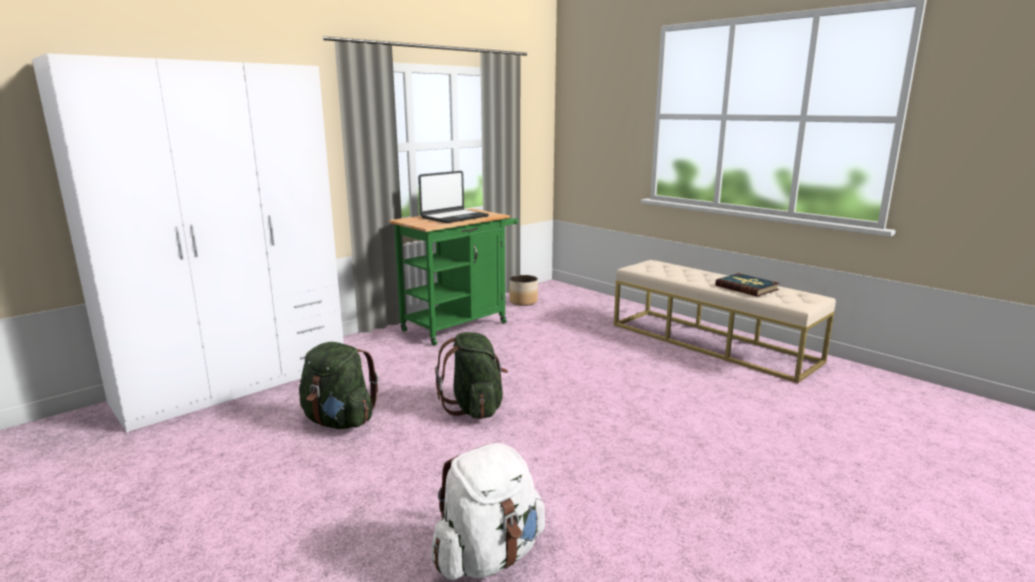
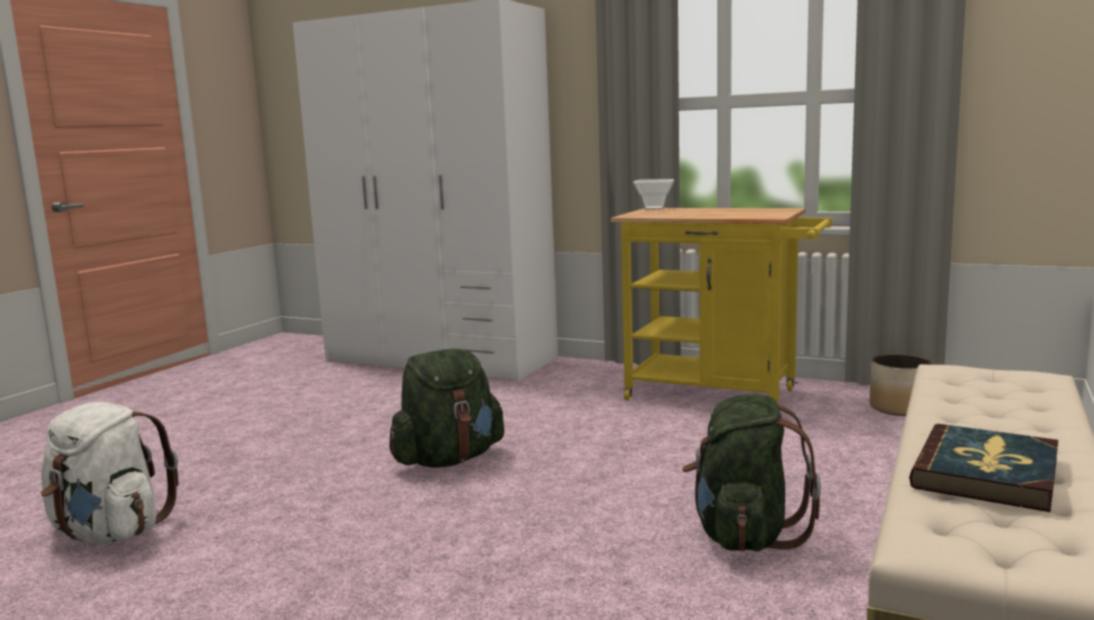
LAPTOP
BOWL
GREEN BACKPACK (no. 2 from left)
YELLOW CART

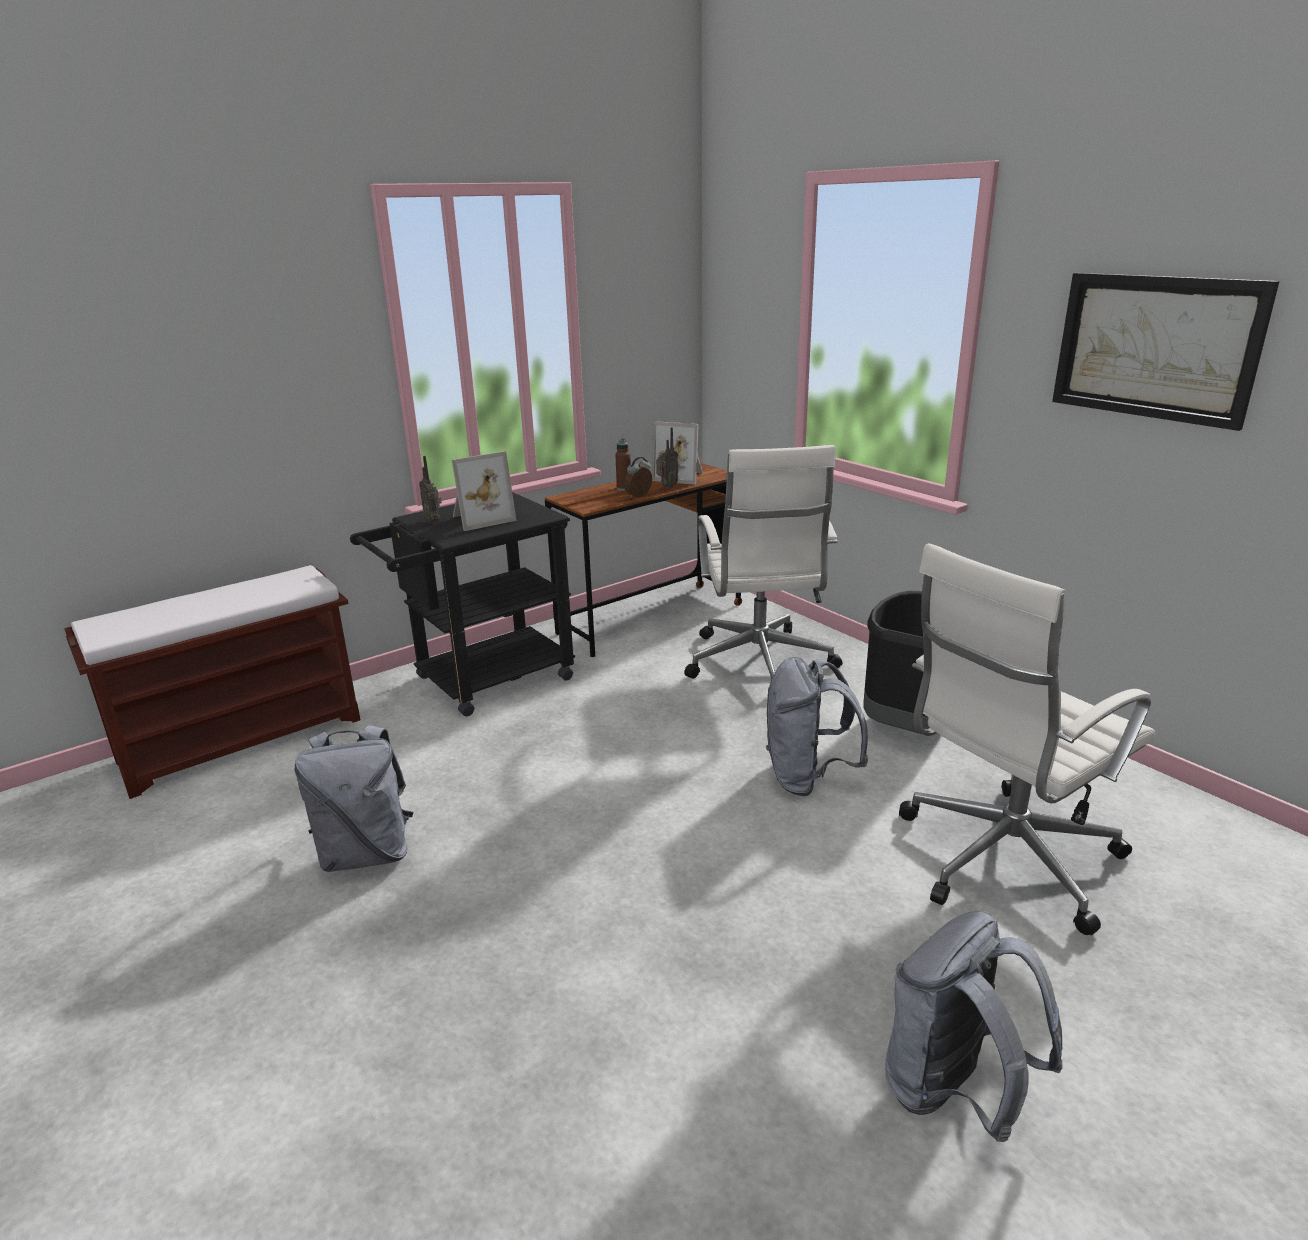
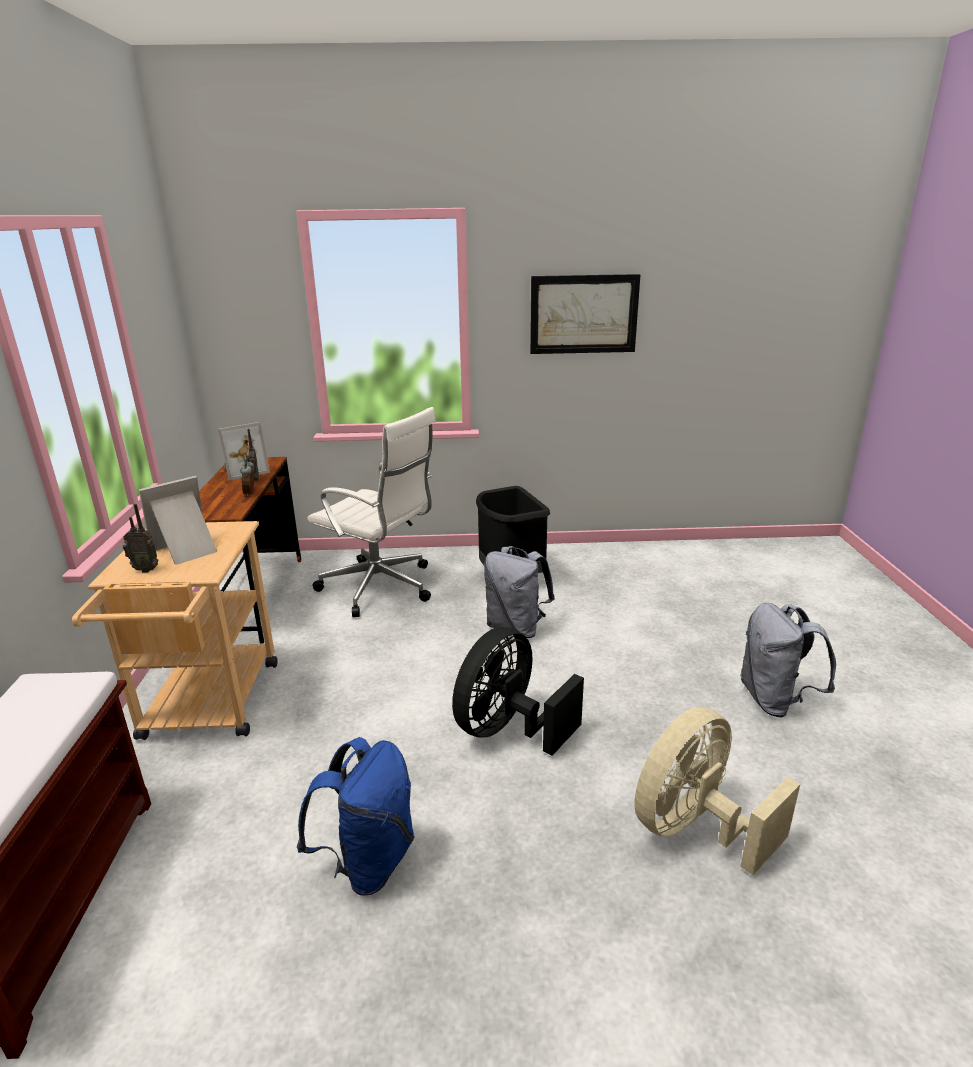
BROWN BOTTLE
WHITE OFFICE CHAIR (no. 2 from left in the first image)
BLACK FAN
BEIGE FAN
BLUE BACKPACK
BEIGE CART
PICTURE FRAME (no. 1 from left)

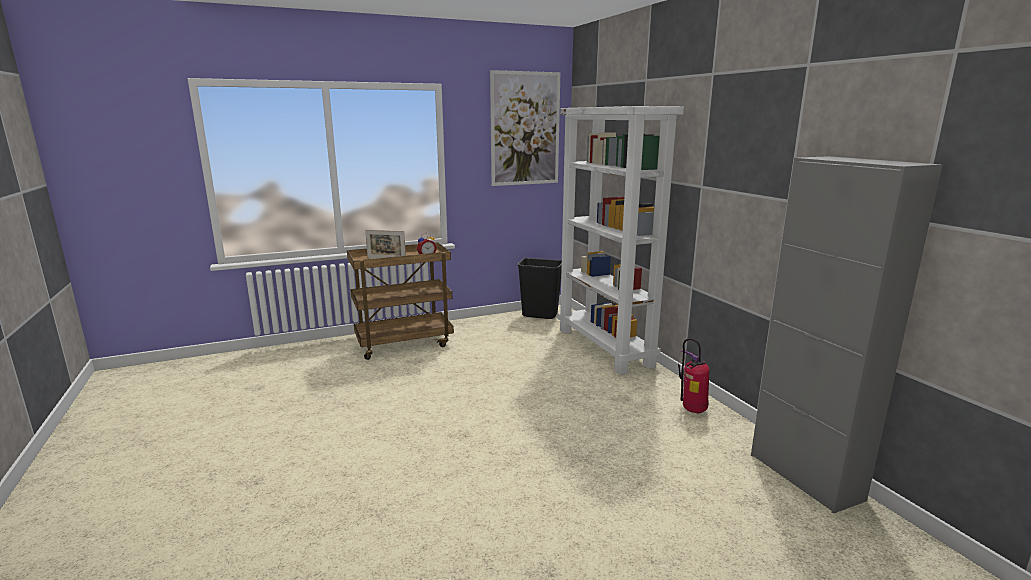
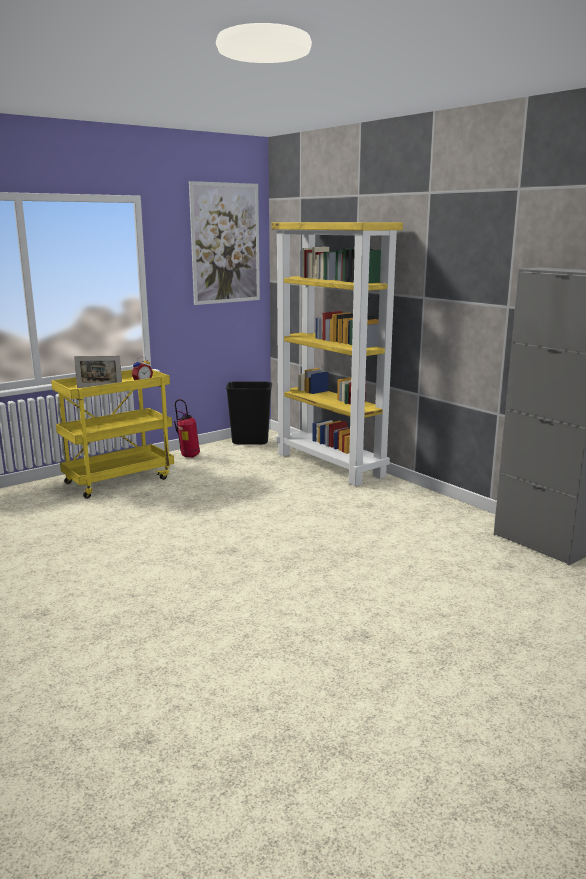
FIRE EXTINGUISHER
YELLOW CART
YELLOW BOOKCASE

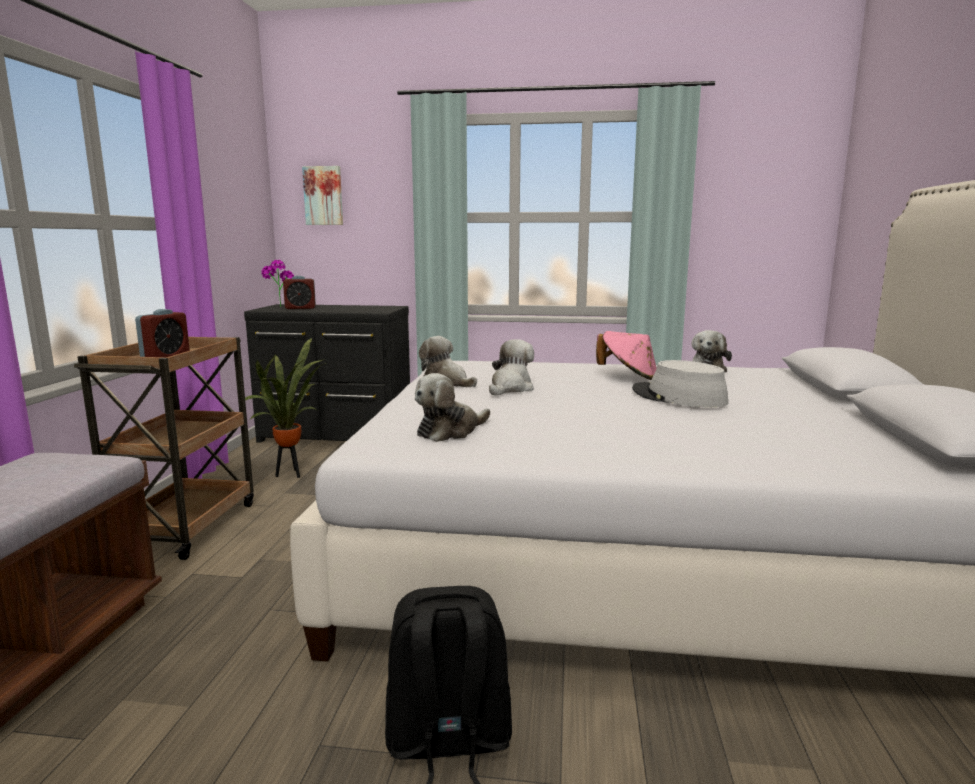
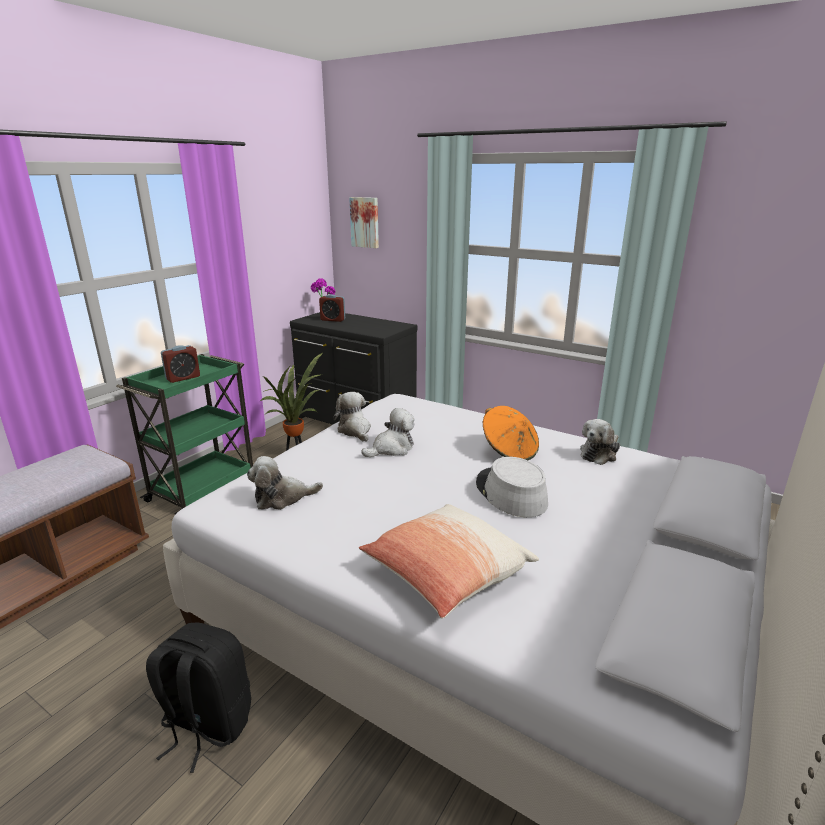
PILLOW
GREEN CART
ORANGE HAT

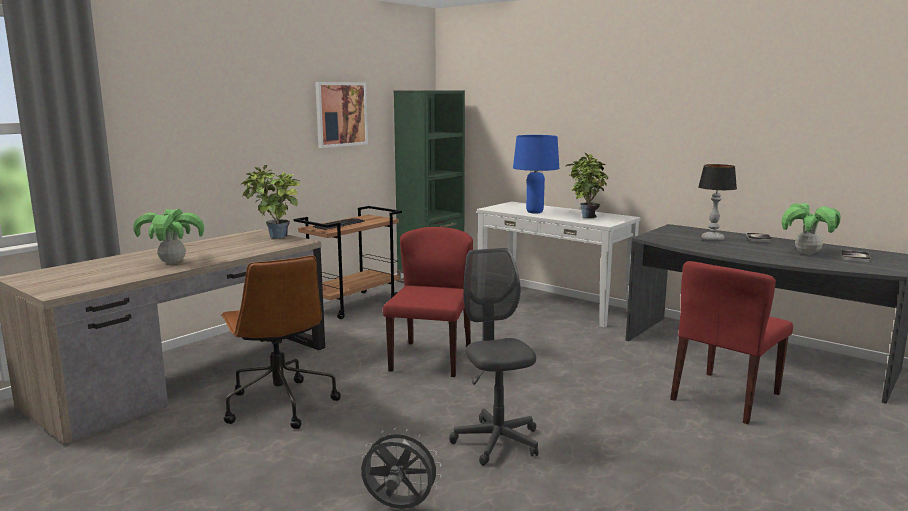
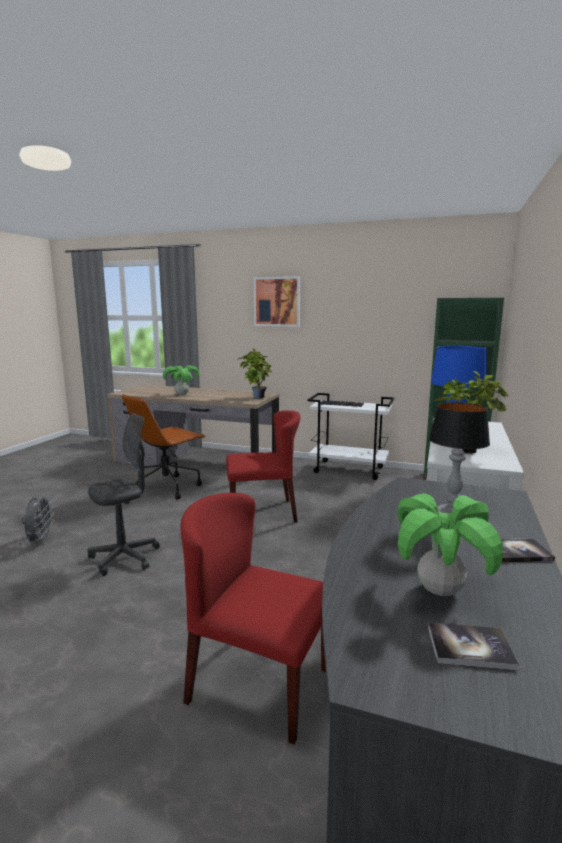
PICTURE
WHITE CART

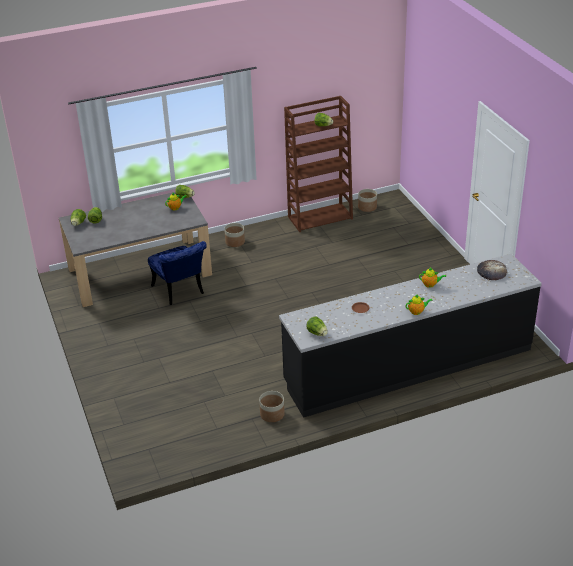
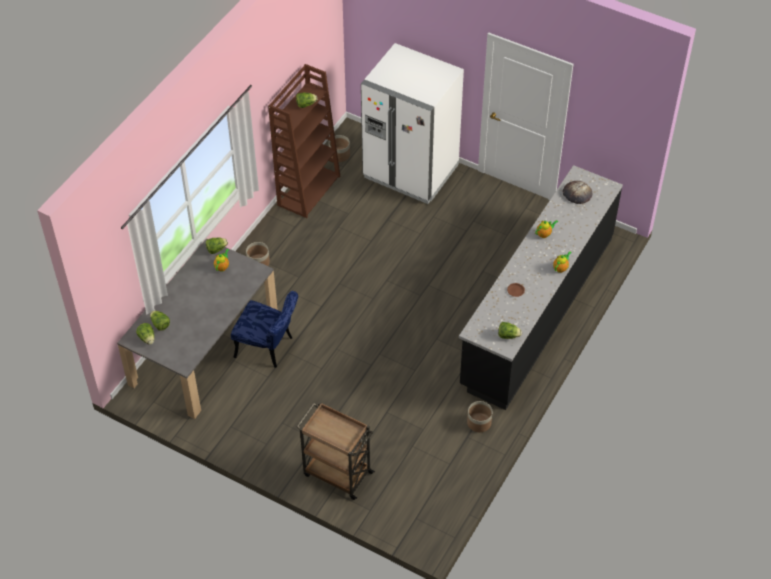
BROWN CART
WHITE FRIDGE

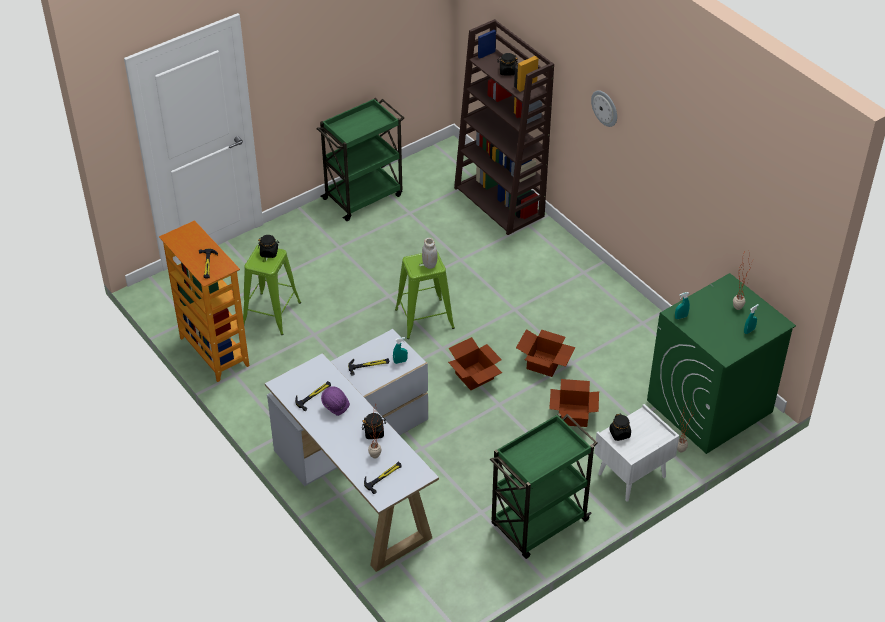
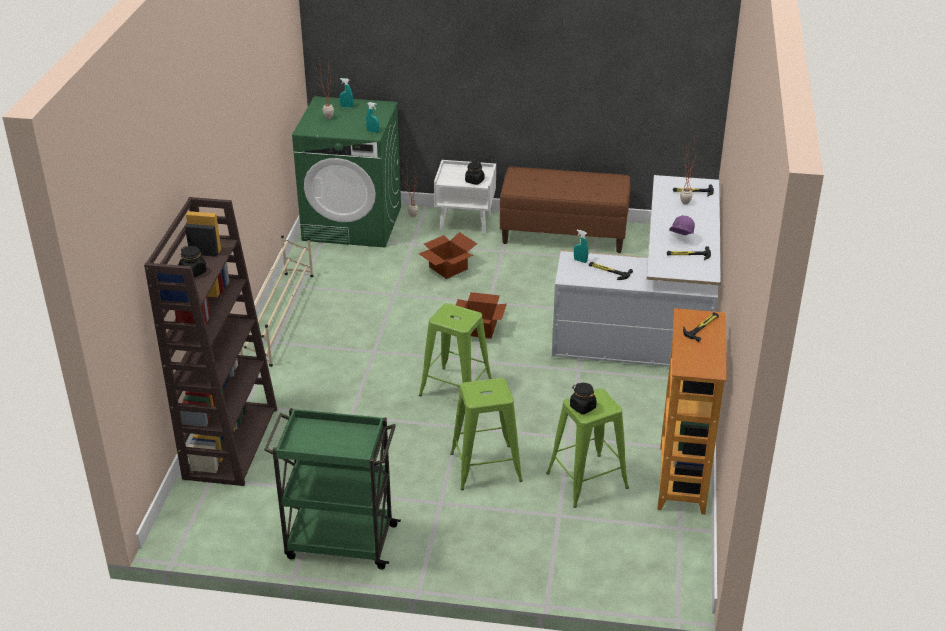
BLACK JAR (no. 2 from left in the first image)
WHITE JAR
CARDBOARD BOX (no. 2 from left in the first image)
WALL CLOCK
BEIGE SHOE RACK
GREEN STOOL (no. 2 from left)
BROWN BENCH

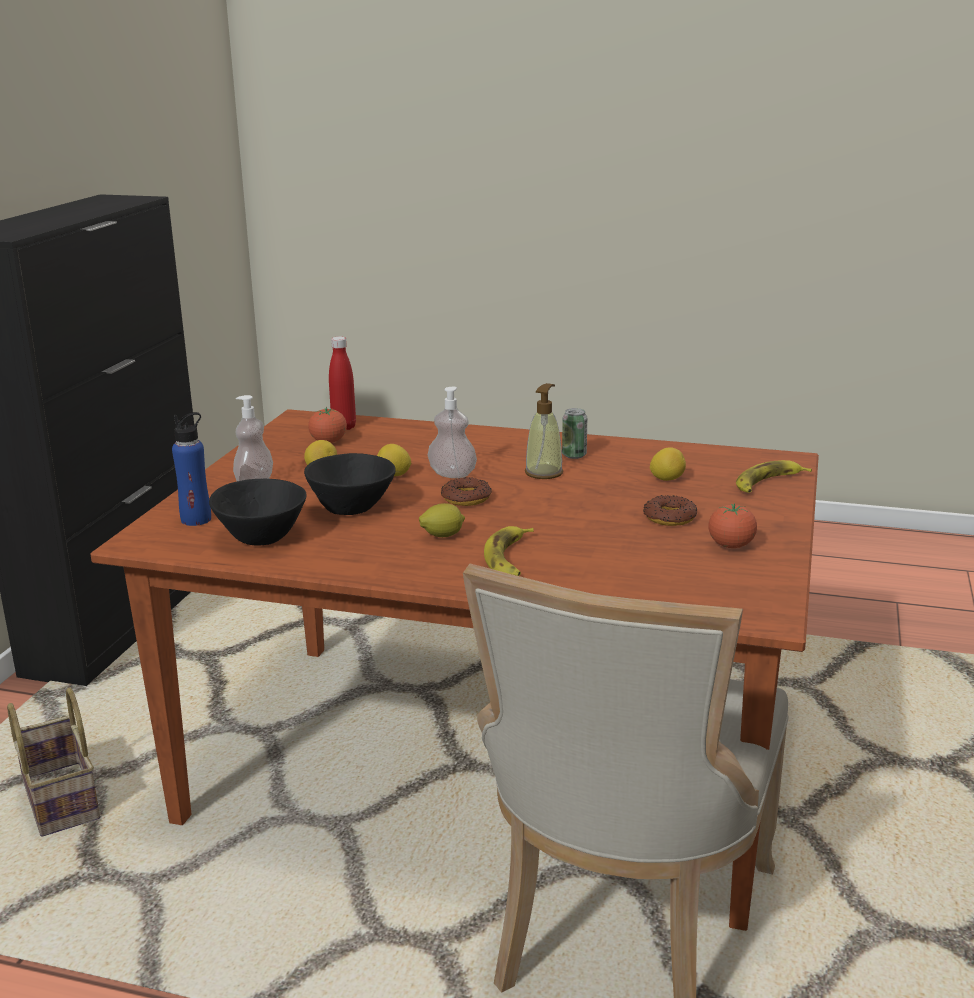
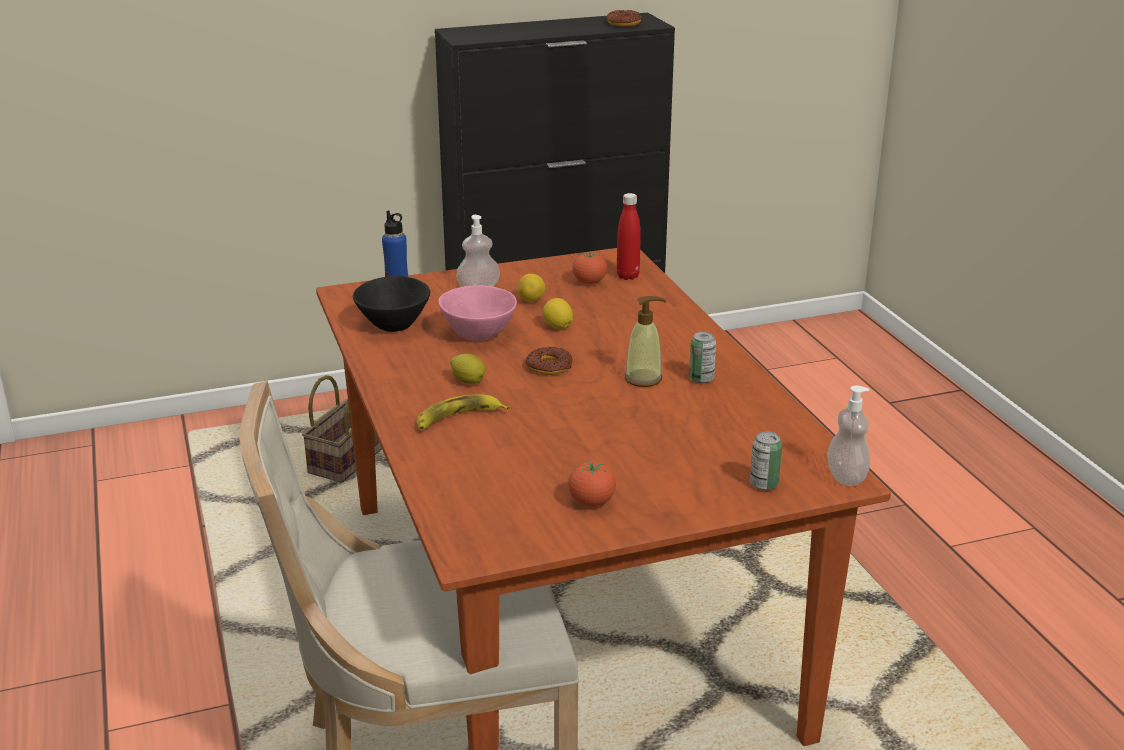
LEMON (no. 4 from left in the first image)
SOAP DISPENSER (no. 3 from left)
DONUT (no. 2 from left)
CAN (no. 2 from left)
PINK BOWL

